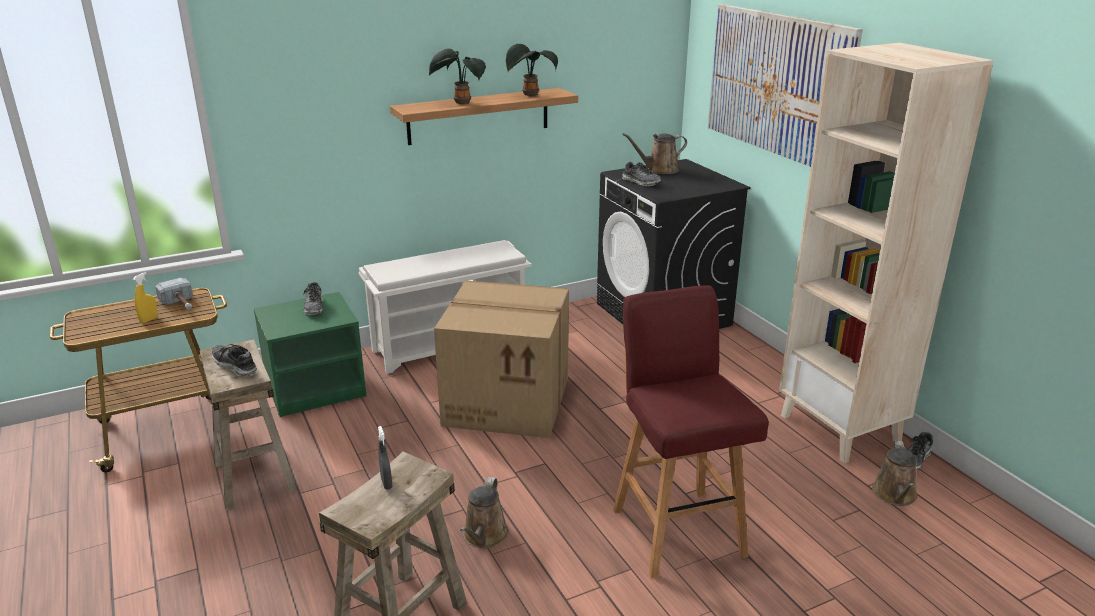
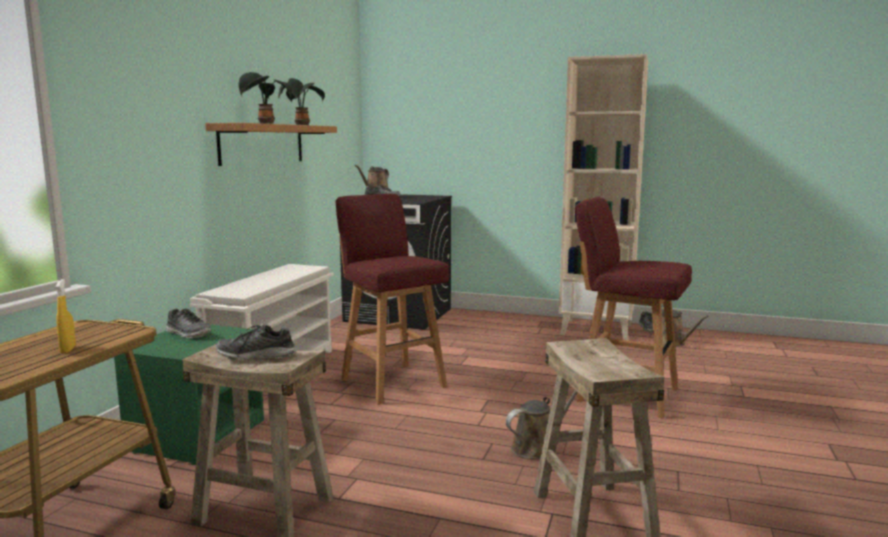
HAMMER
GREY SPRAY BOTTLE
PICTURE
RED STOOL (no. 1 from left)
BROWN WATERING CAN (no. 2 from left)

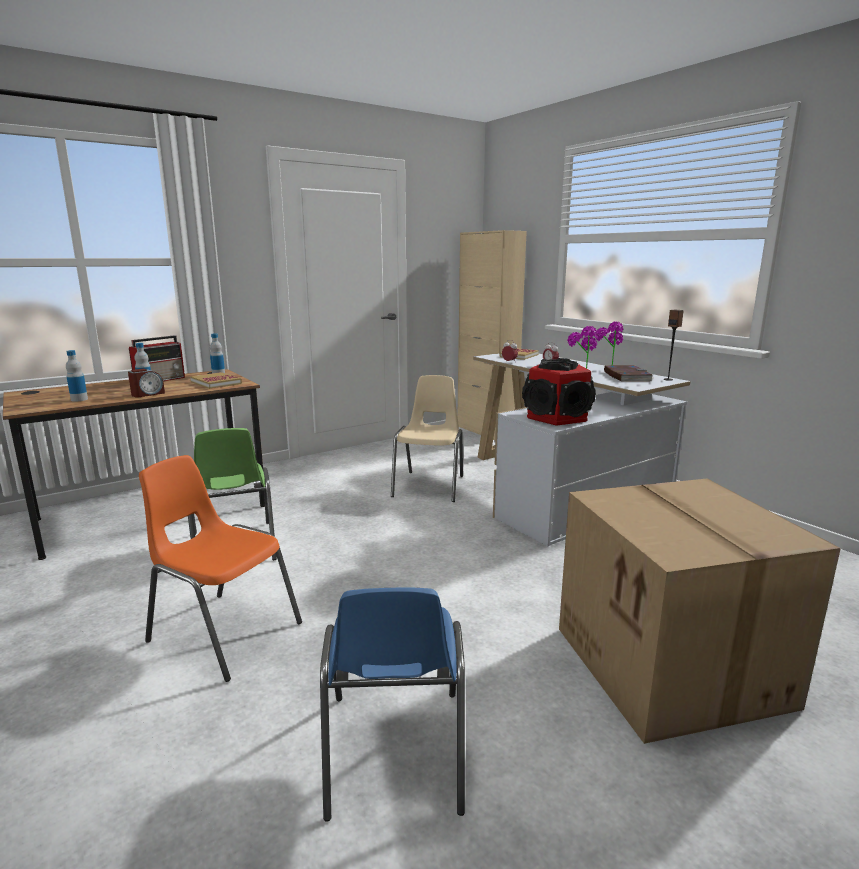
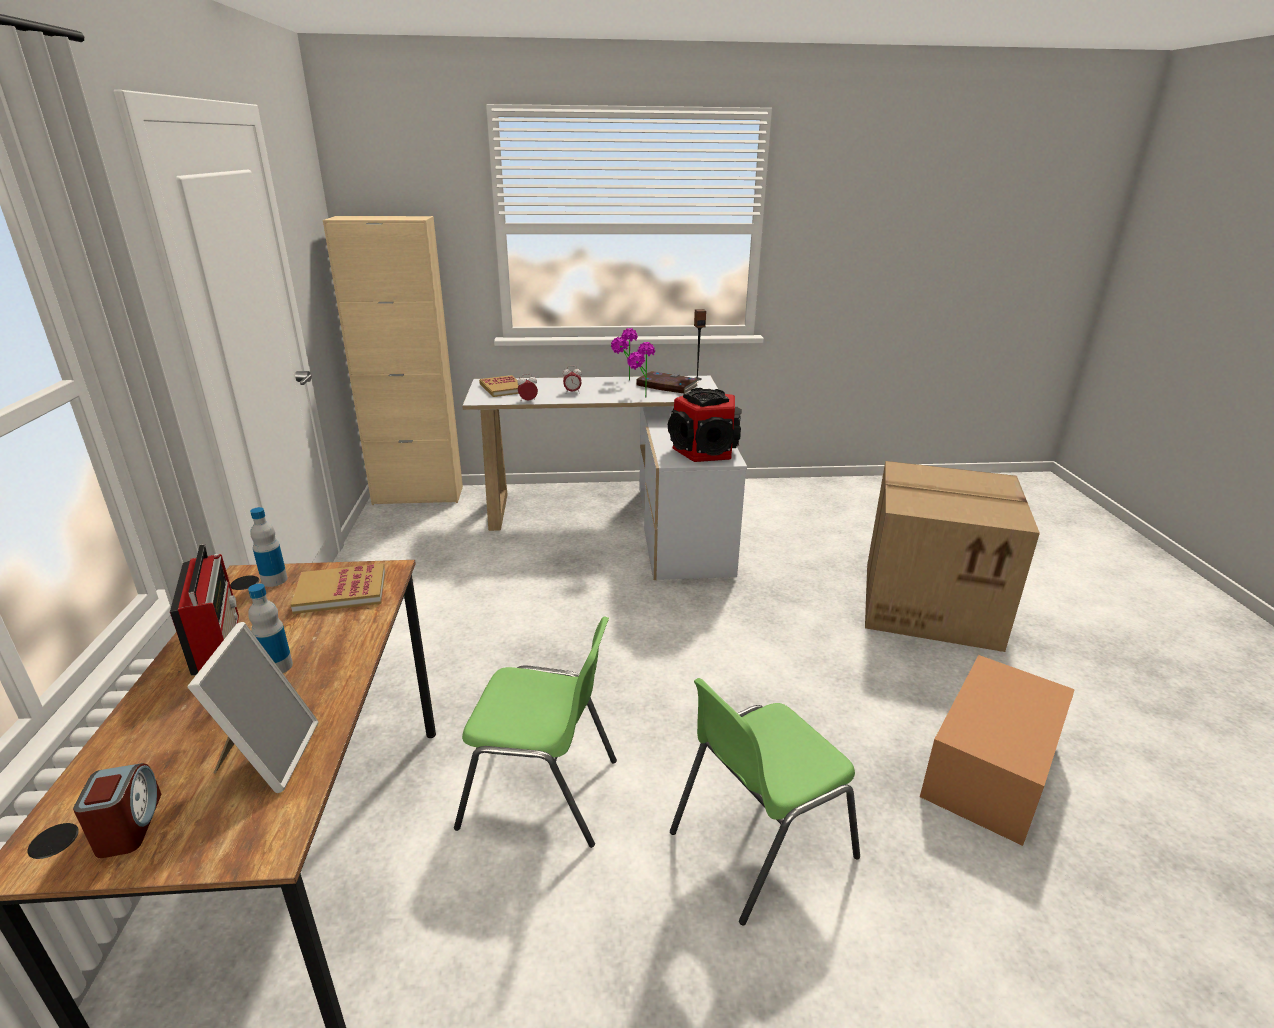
BEIGE CHAIR
ALARM CLOCK (no. 1 from left)
PICTURE FRAME
CARDBOARD BOX (no. 2 from left)
GREEN CHAIR (no. 2 from left)

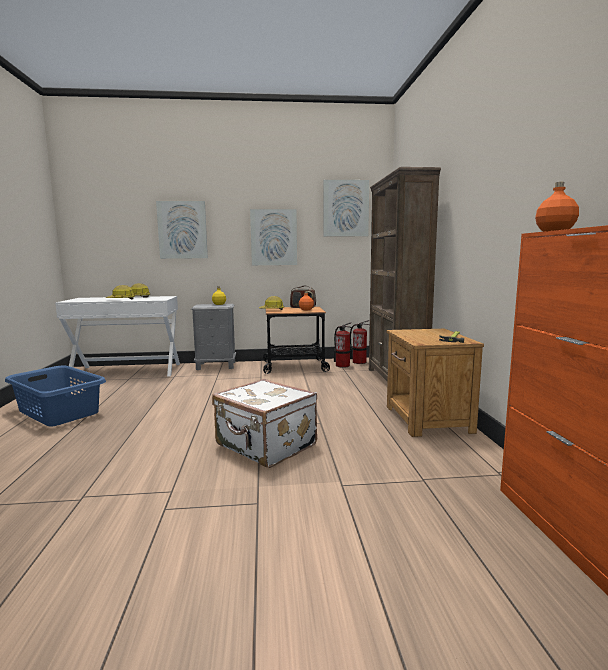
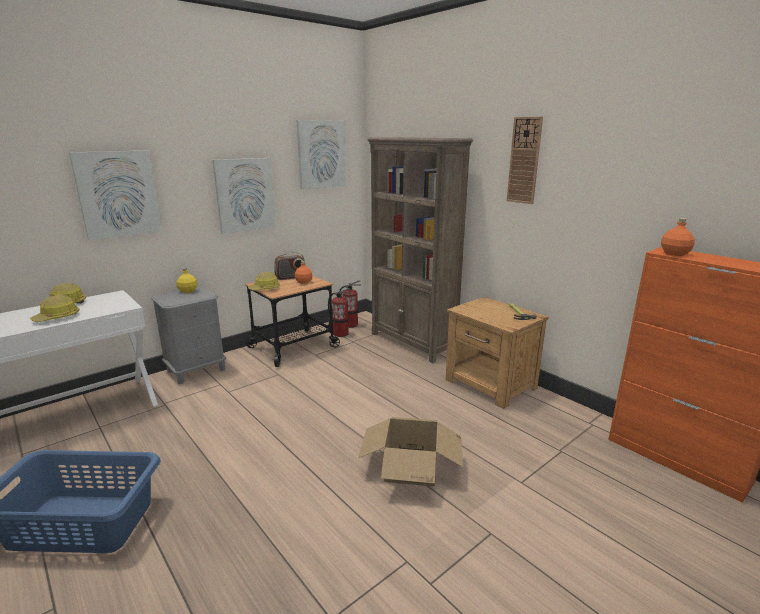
WALL CLOCK
CARDBOARD BOX

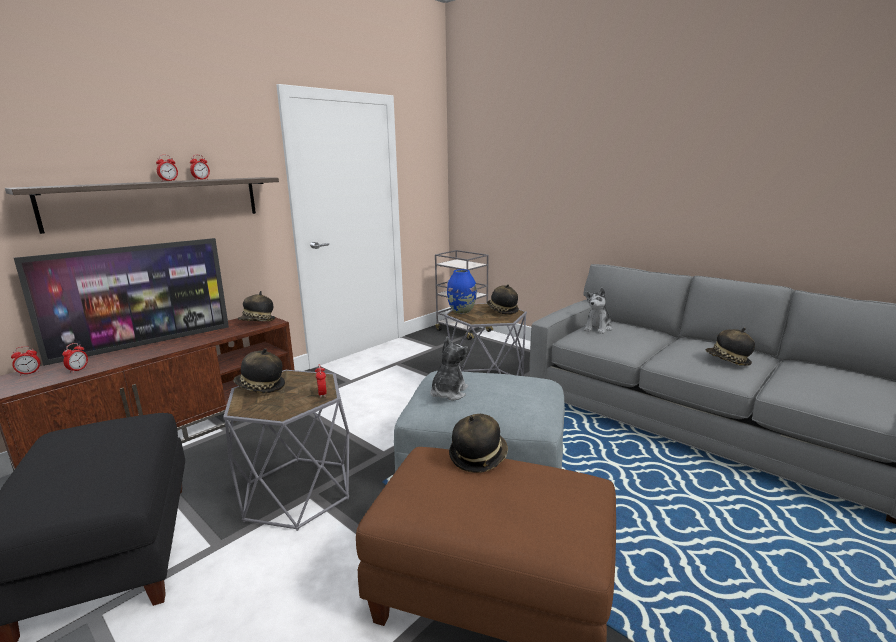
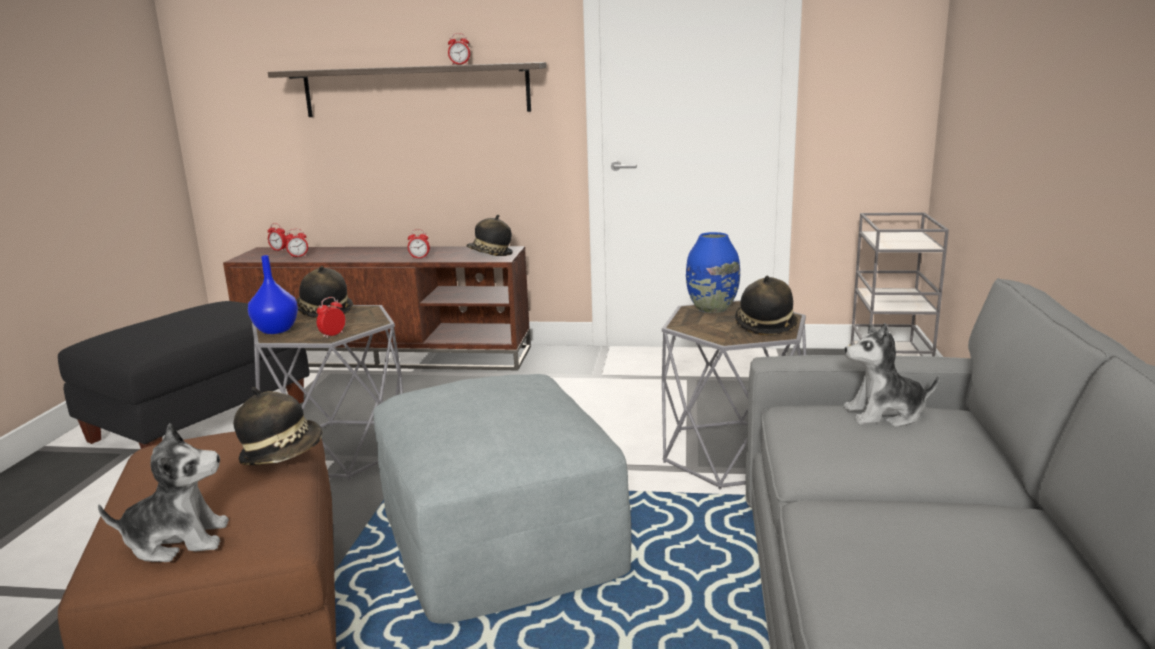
TELEVISION
HAT (no. 5 from left in the first image)
BLUE VASE (no. 1 from left)
ALARM CLOCK (no. 4 from left)
PLUSH TOY (no. 1 from left)

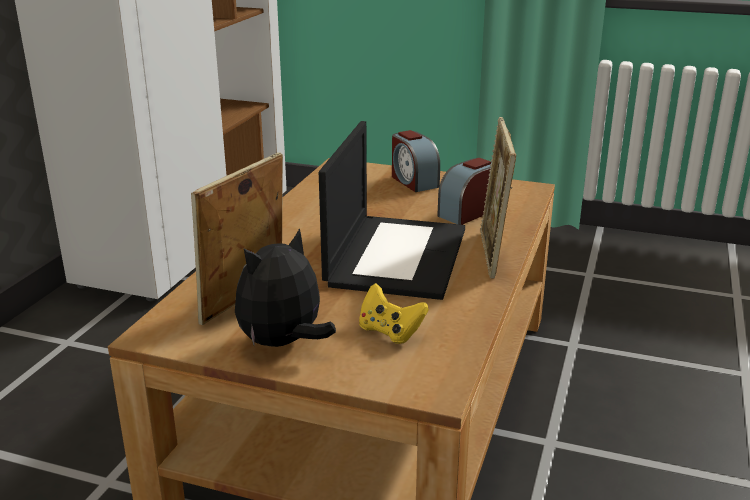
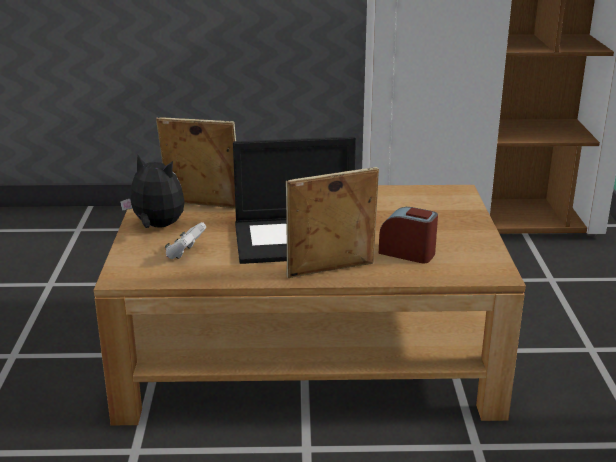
ALARM CLOCK (no. 1 from left in the first image)
WHITE GAME CONTROLLER

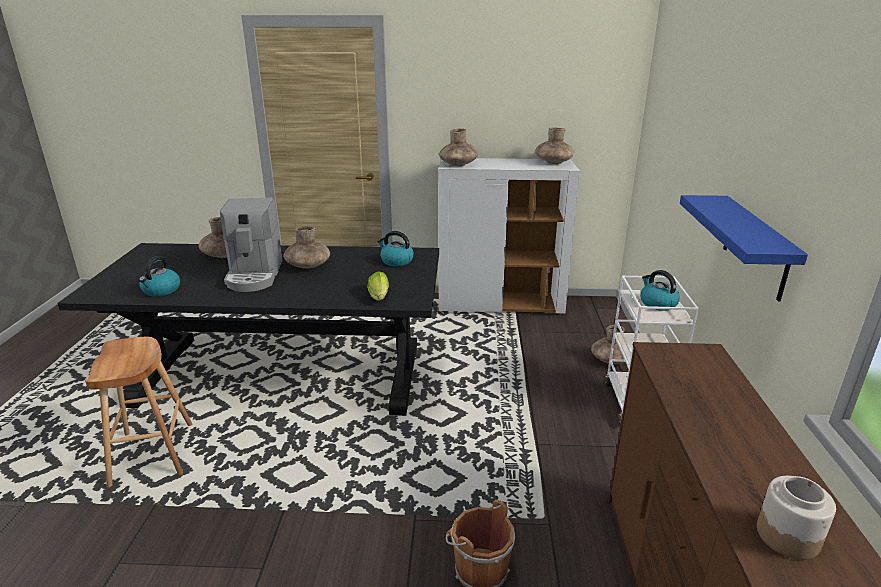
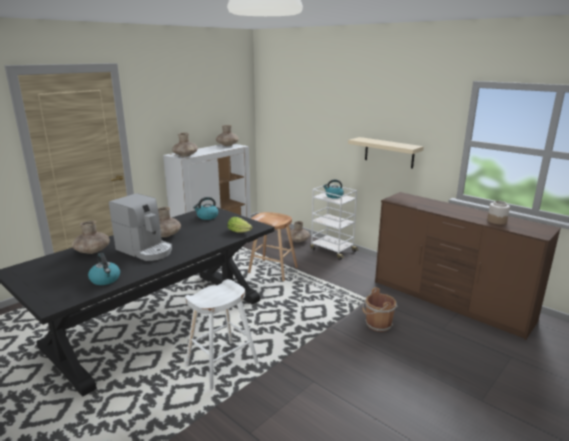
WHITE STOOL
BROWN STOOL
BEIGE SHELF

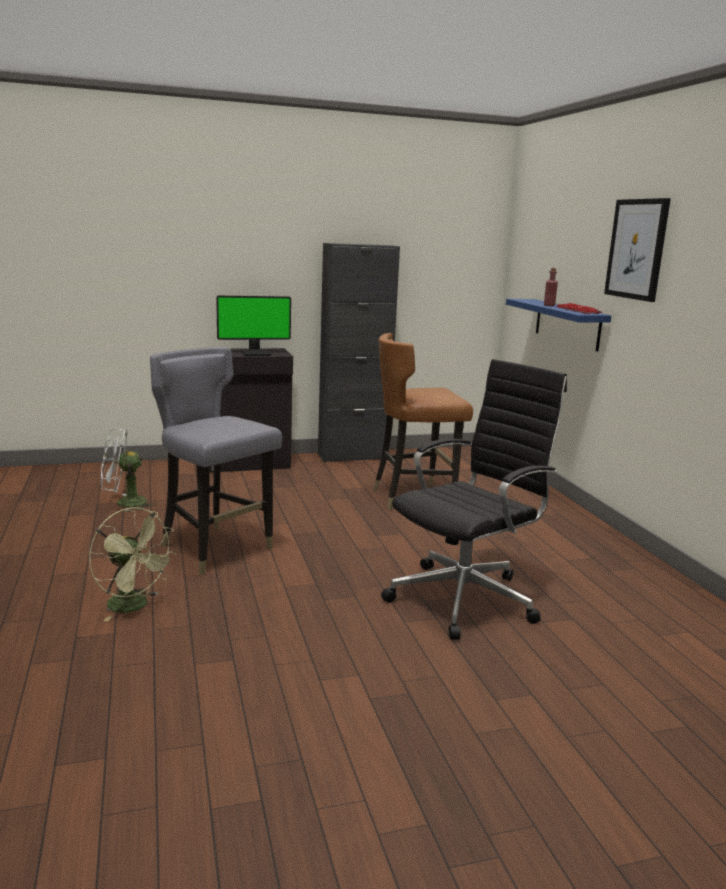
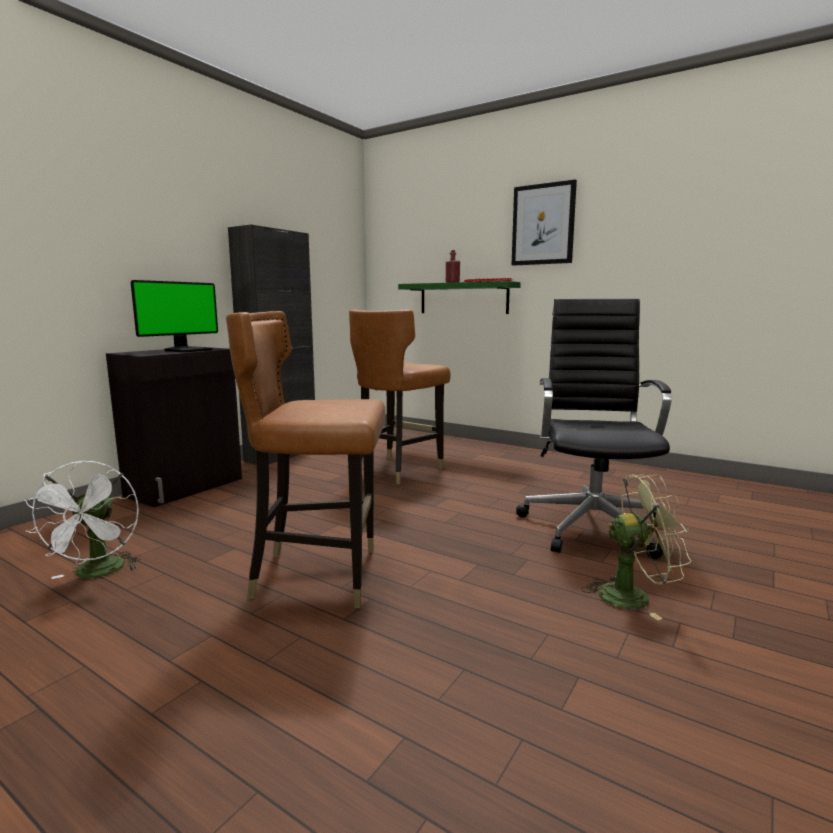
GREEN FAN
BROWN CHAIR (no. 1 from left)
GREEN SHELF
WHITE FAN

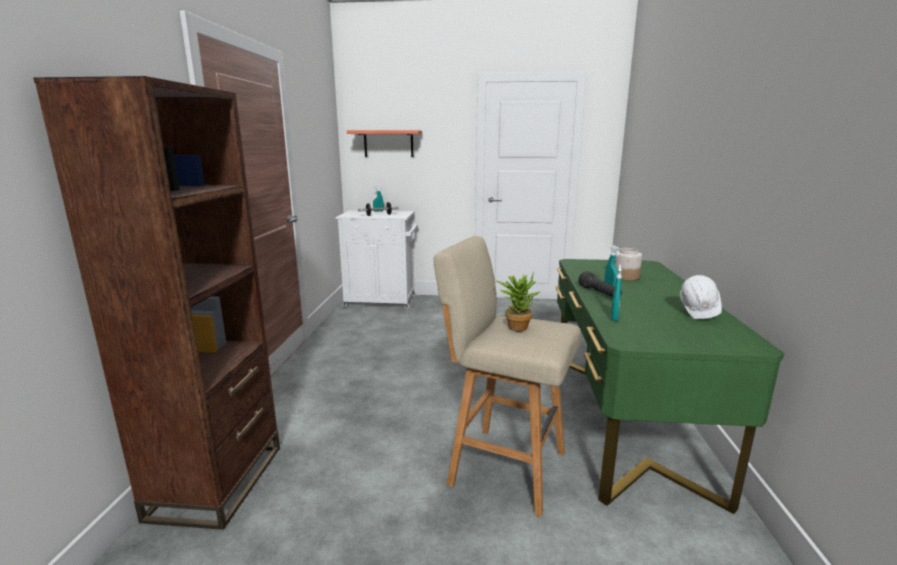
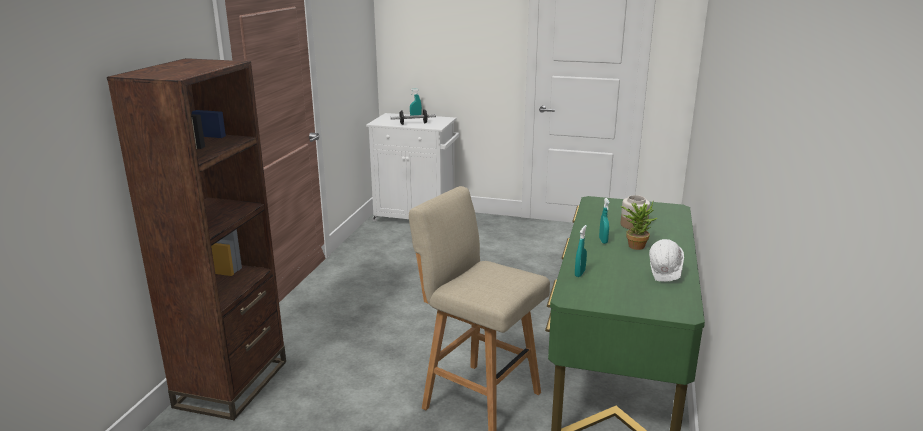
SHELF
BLACK FLASHLIGHT
POTTED PLANT

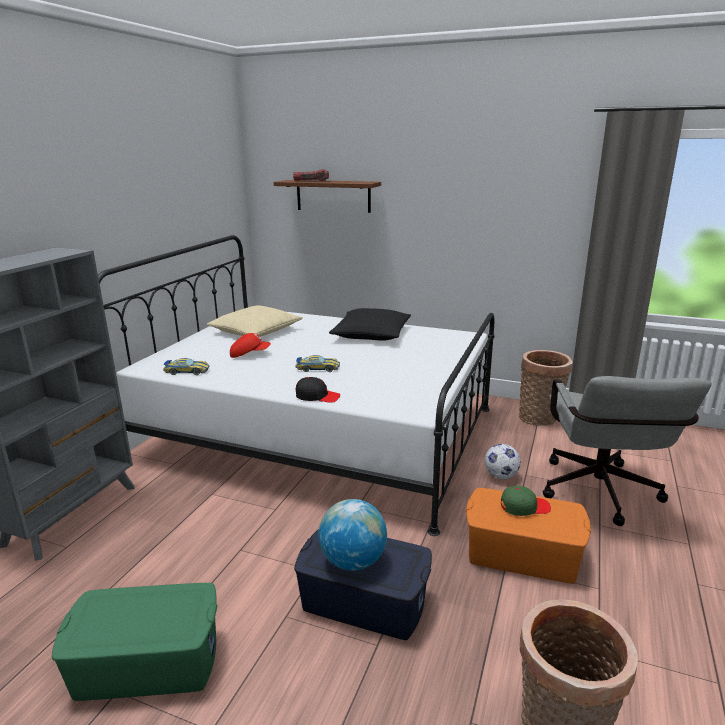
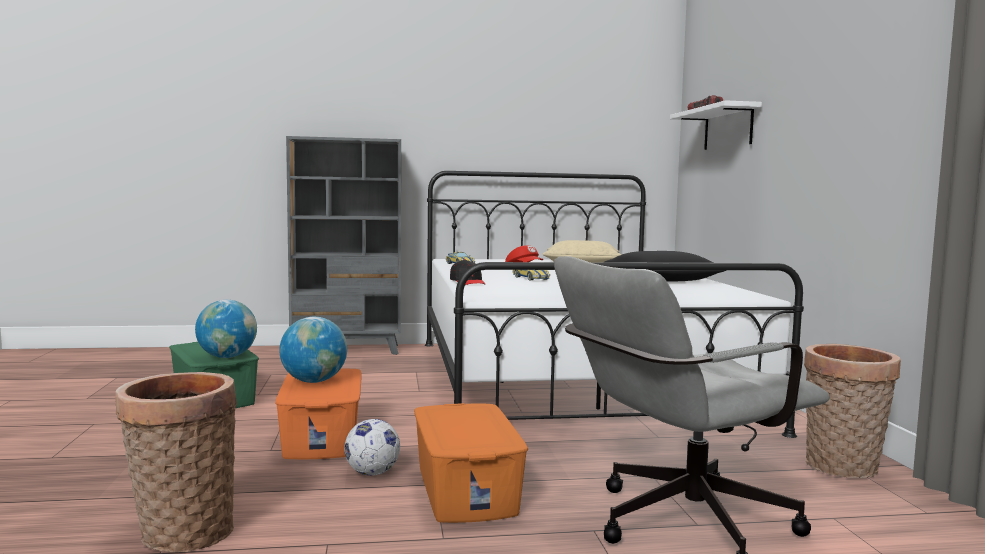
GREEN CAP
GLOBE (no. 1 from left)
FOOTBALL
WHITE SHELF
ORANGE STORAGE BOX (no. 1 from left)

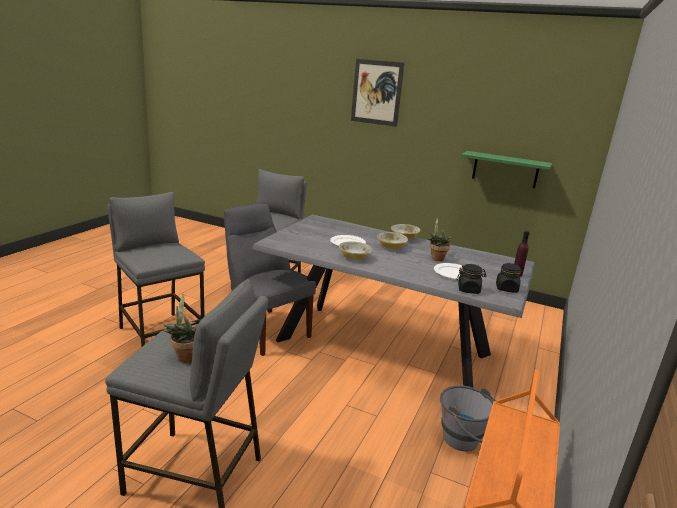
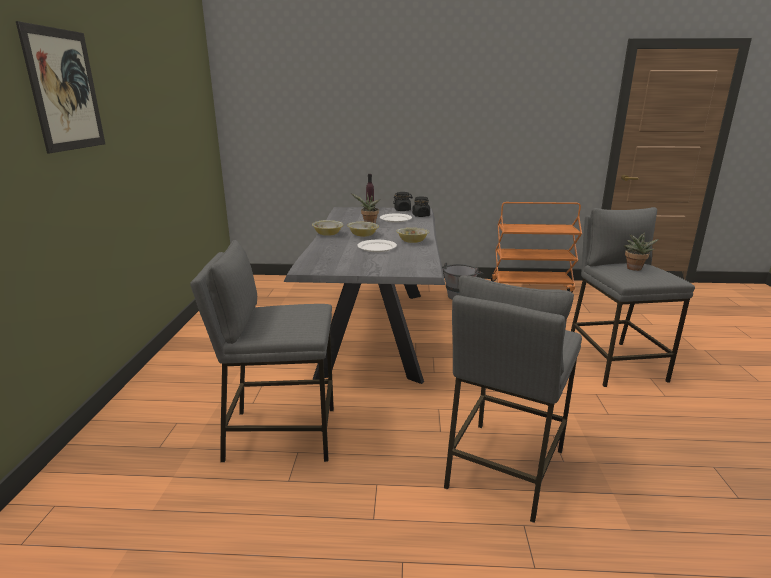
GREY CHAIR
GREEN SHELF

